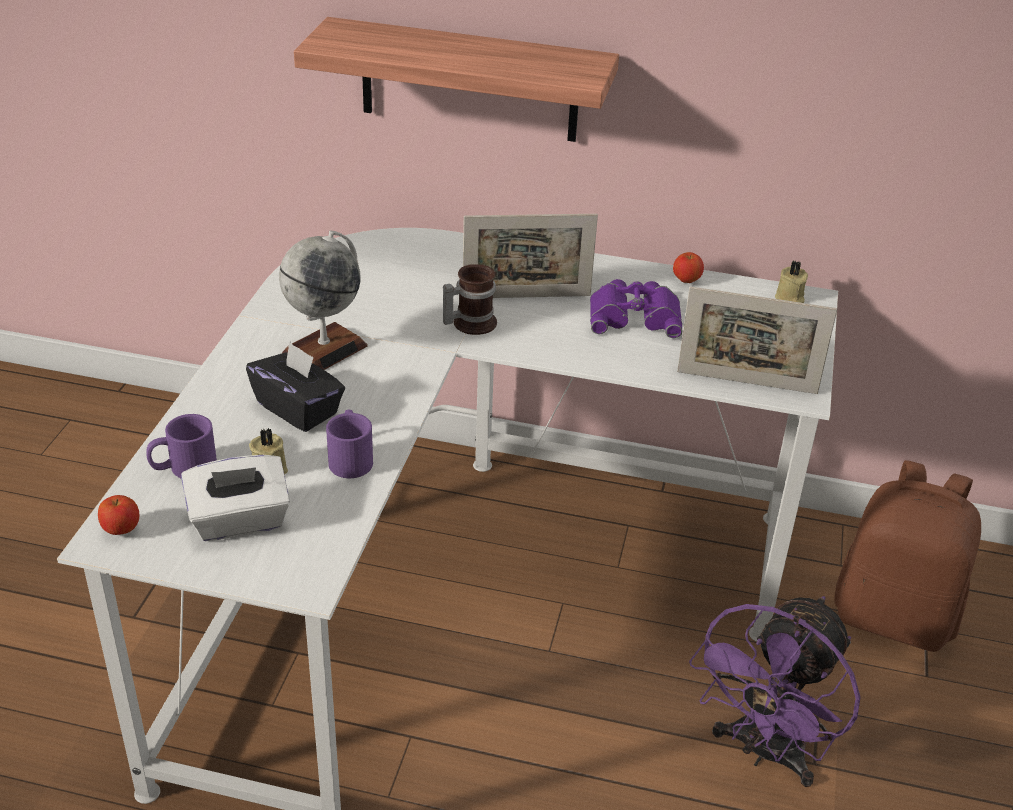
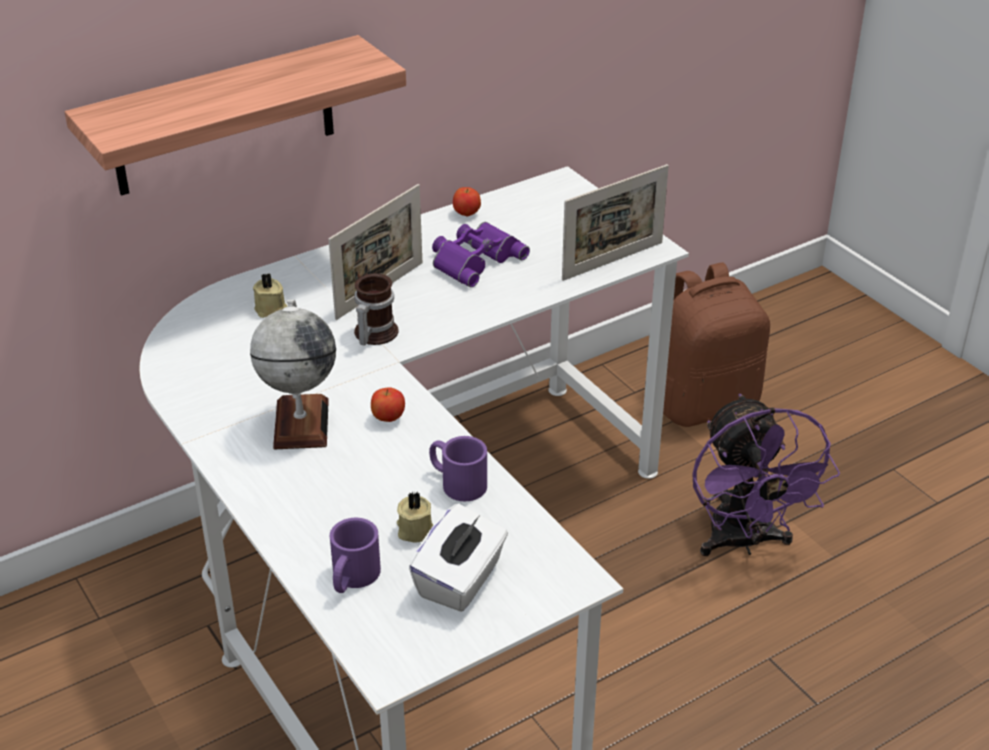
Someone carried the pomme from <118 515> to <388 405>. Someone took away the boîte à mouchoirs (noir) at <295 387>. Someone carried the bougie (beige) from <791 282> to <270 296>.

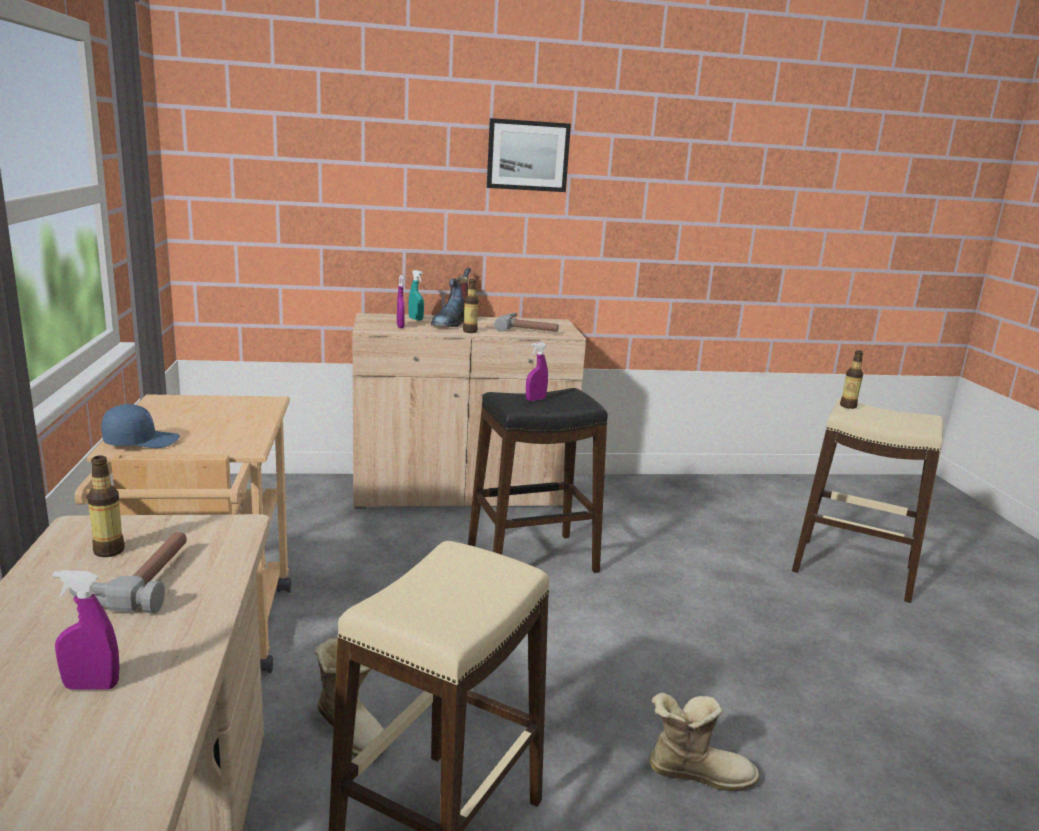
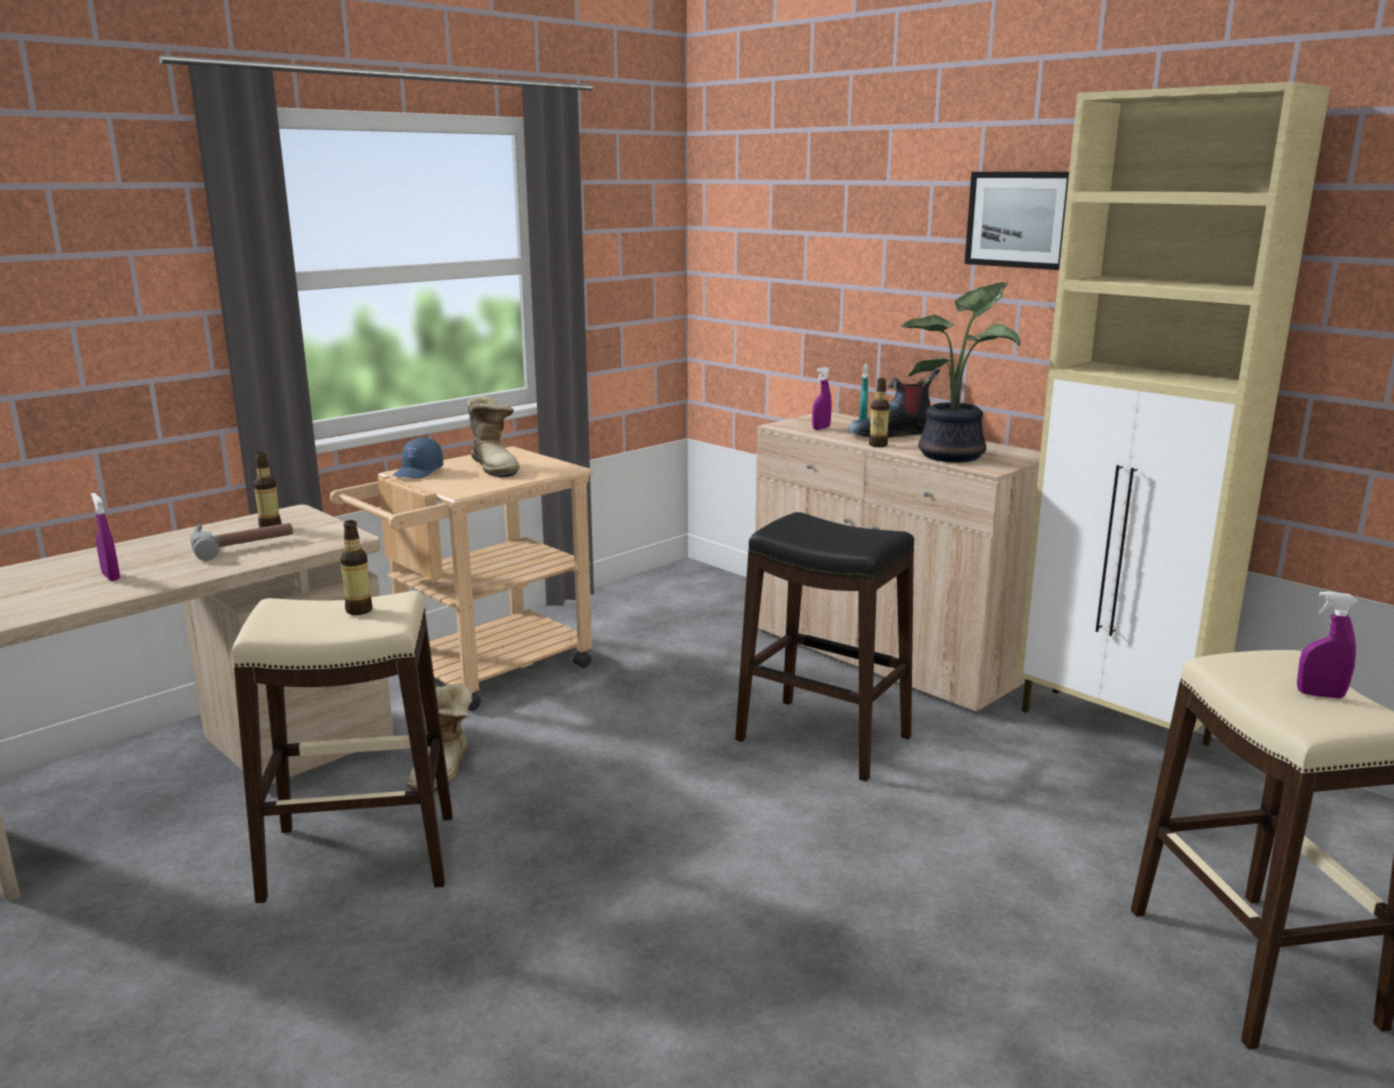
Someone rotated the casquette (bleu) at <140 426> by 75 degrees clockwise. Someone swapped the marteau at <526 322> for the plante en pot at <961 372>. Someone carried the vaporisateur (violet) from <537 371> to <1327 645>. Someone carried the botte from <704 742> to <493 436>. Someone carried the bouteille from <851 379> to <356 567>. Someone put down the meuble de rangement (beige) at <1173 414>.

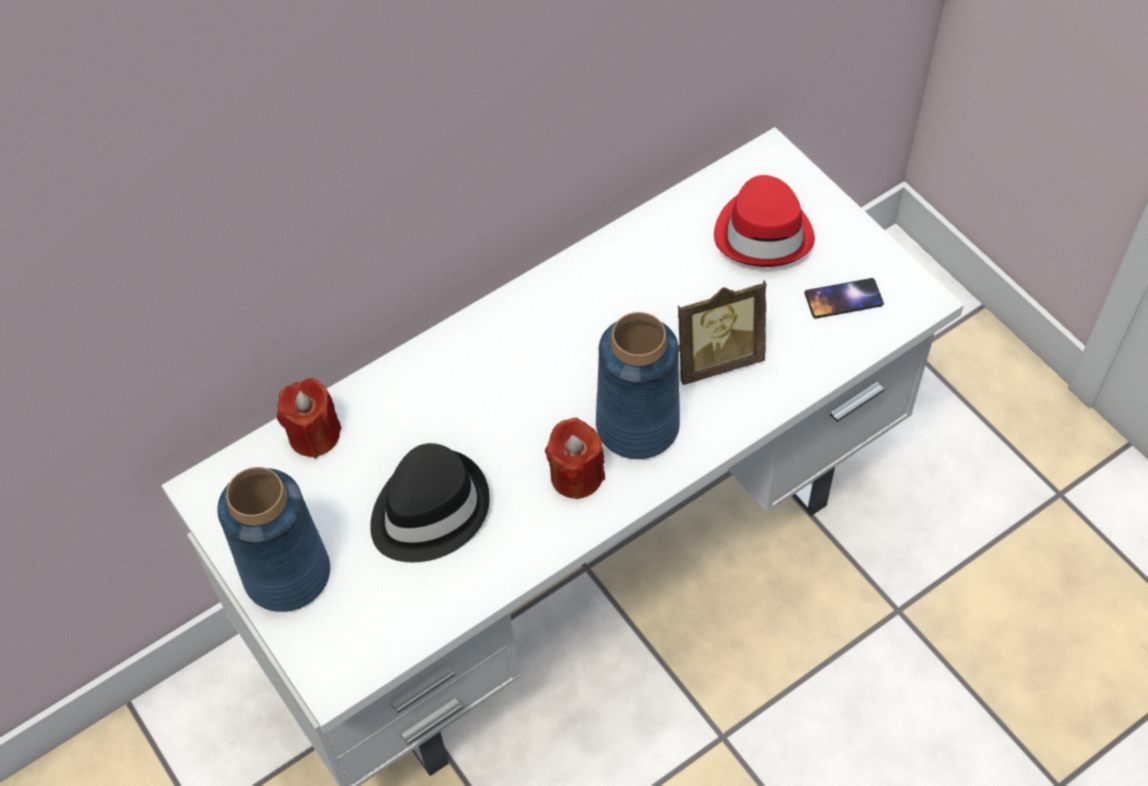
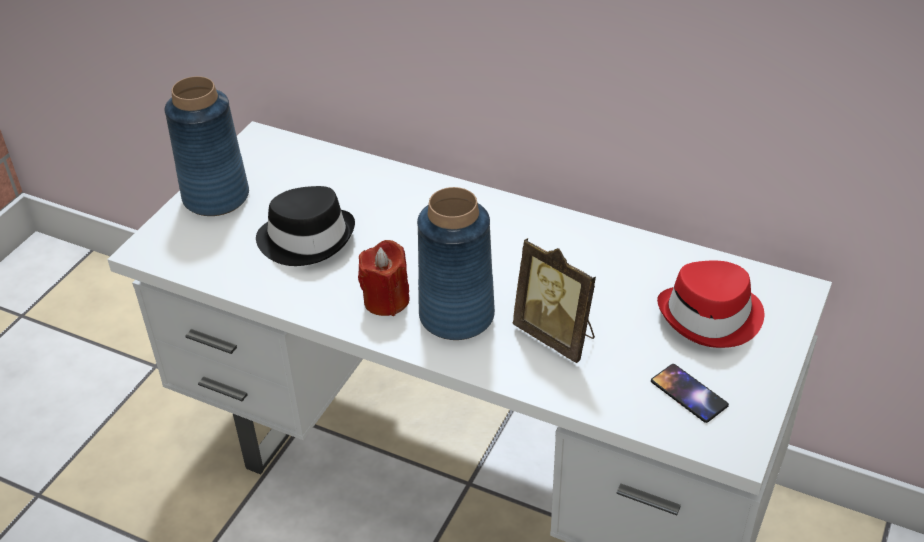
Someone took away the bougie (rouge) at <309 418>.

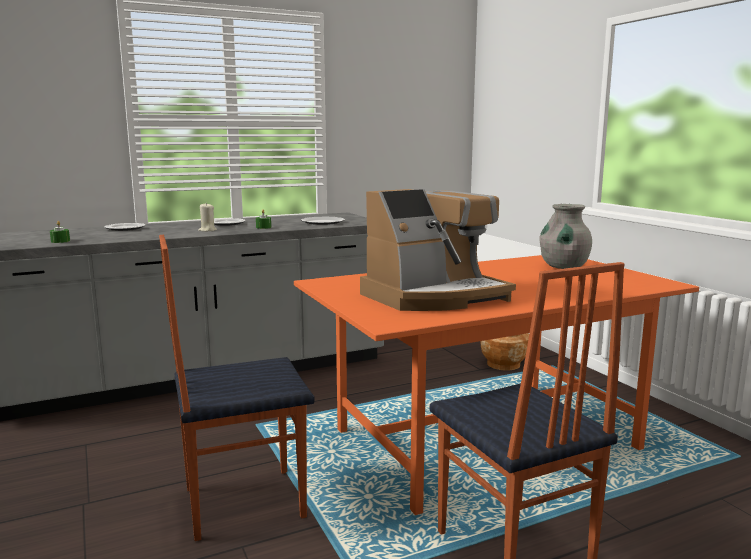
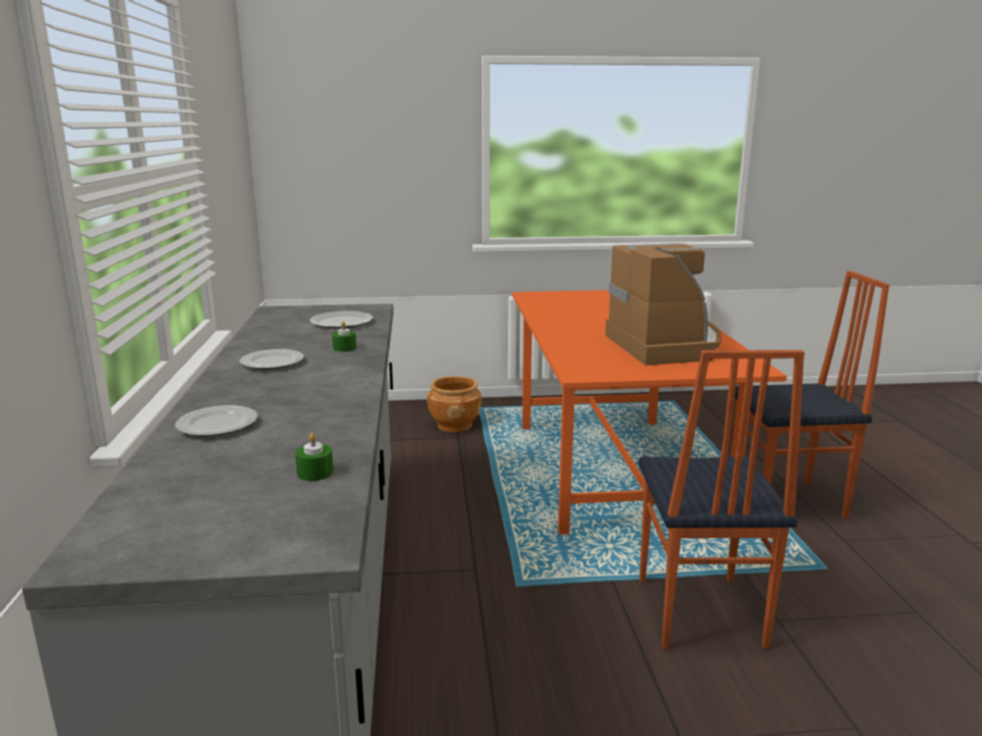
Someone took away the bougie (beige) at <207 217>. Someone took away the vase (gris) at <566 236>.

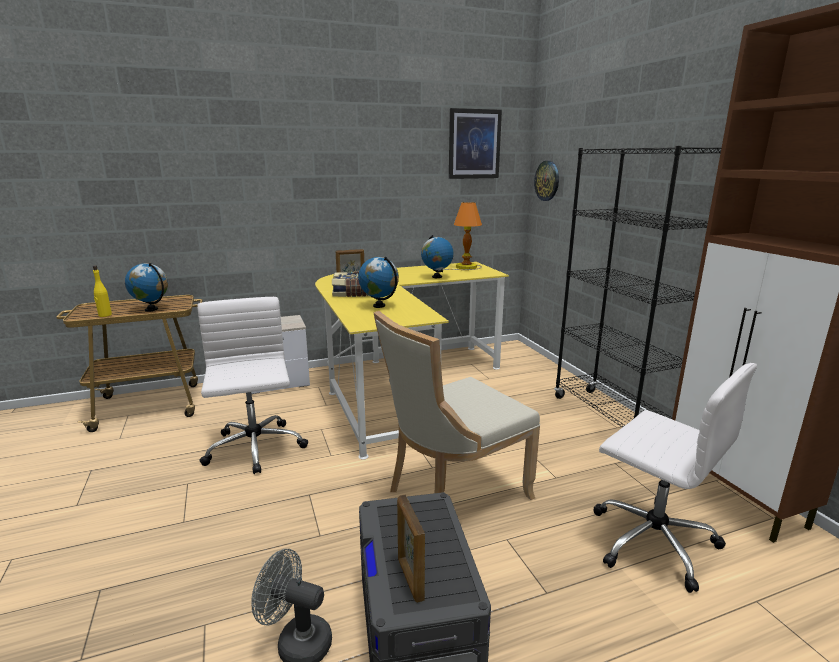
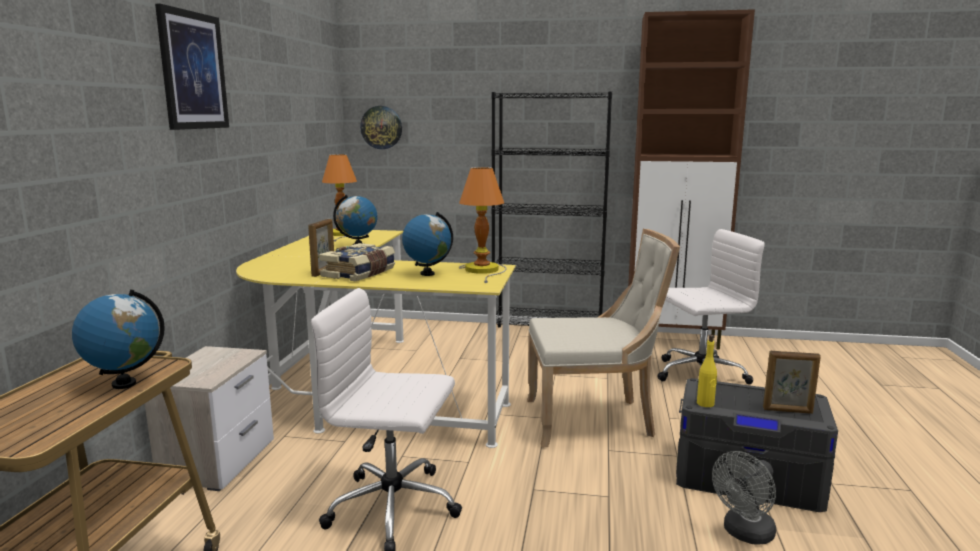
Someone carried the bouteille (jaune) from <102 291> to <707 371>. Someone rotated the chaise (beige) at <456 405> by 90 degrees counterclockwise. Someone carried the tableau from <475 143> to <192 67>. Someone put down the lampe de table at <483 225>.

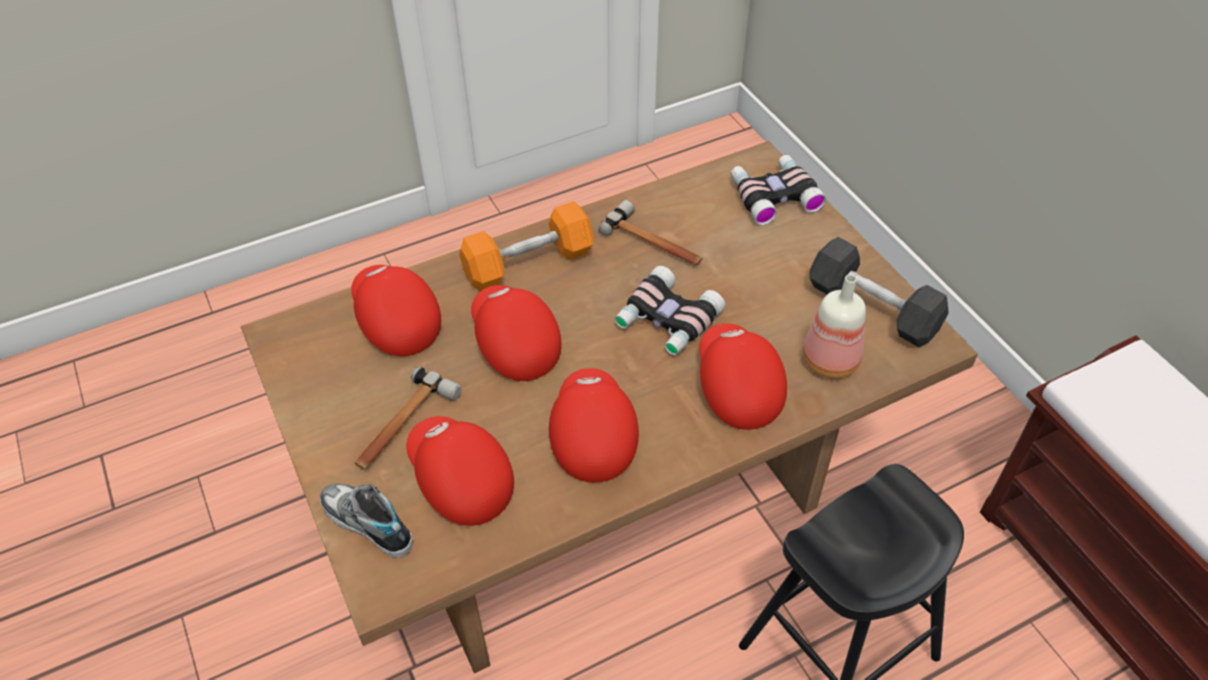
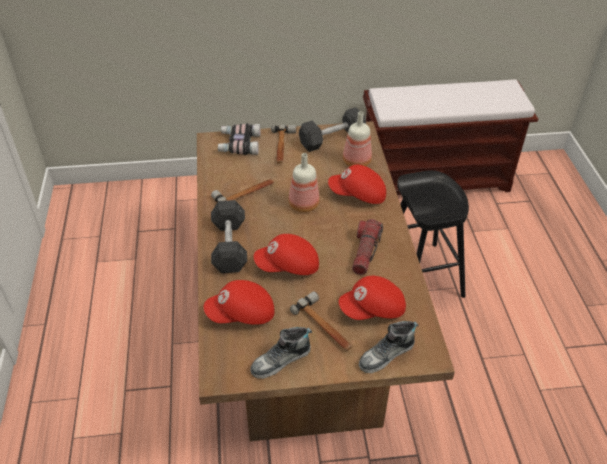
Someone repainted the haltère (orange) at <526 246>, which became the haltère (gris) at <229 236>. Someone swapped the casquette (rouge) at <594 425> for the lampe de poche at <367 247>. Someone swapped the jumelles at <670 310> for the bouteille at <304 182>. Someone put down the chaussure at <281 353>. Someone put down the marteau at <283 144>.

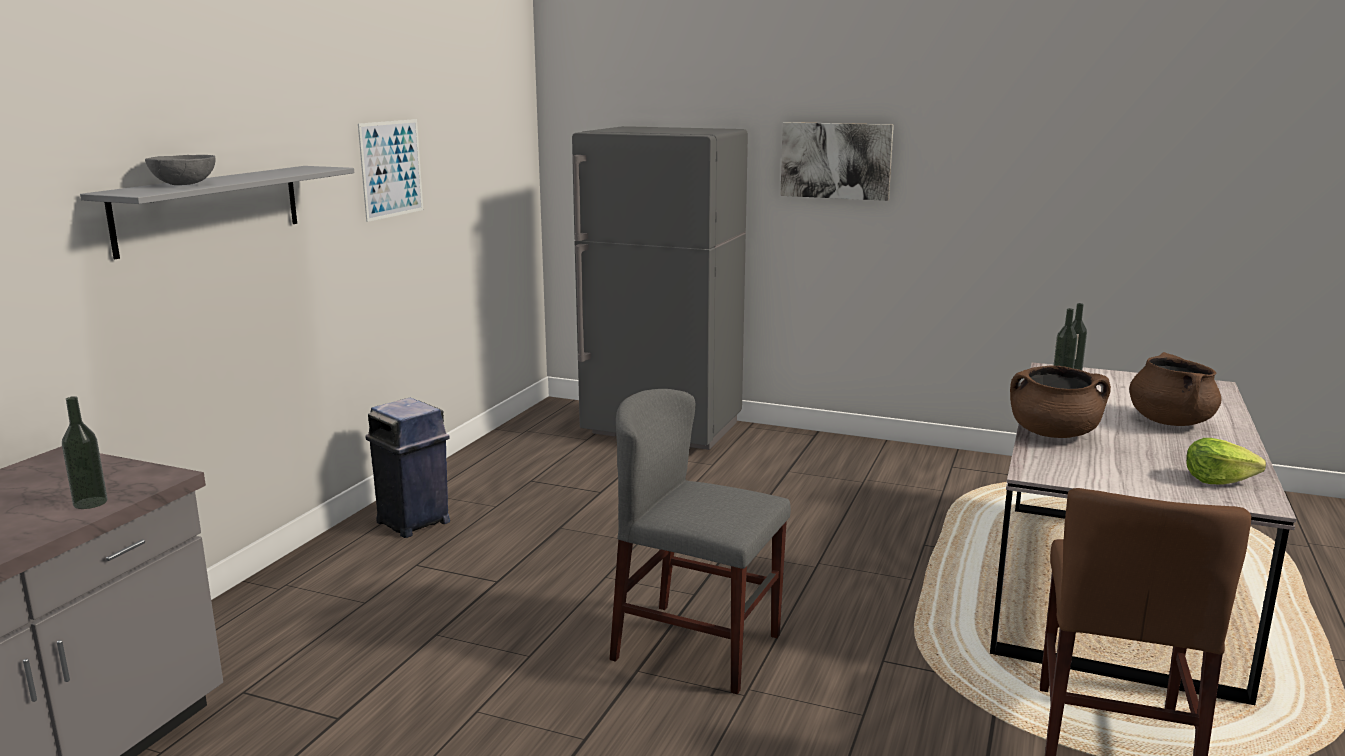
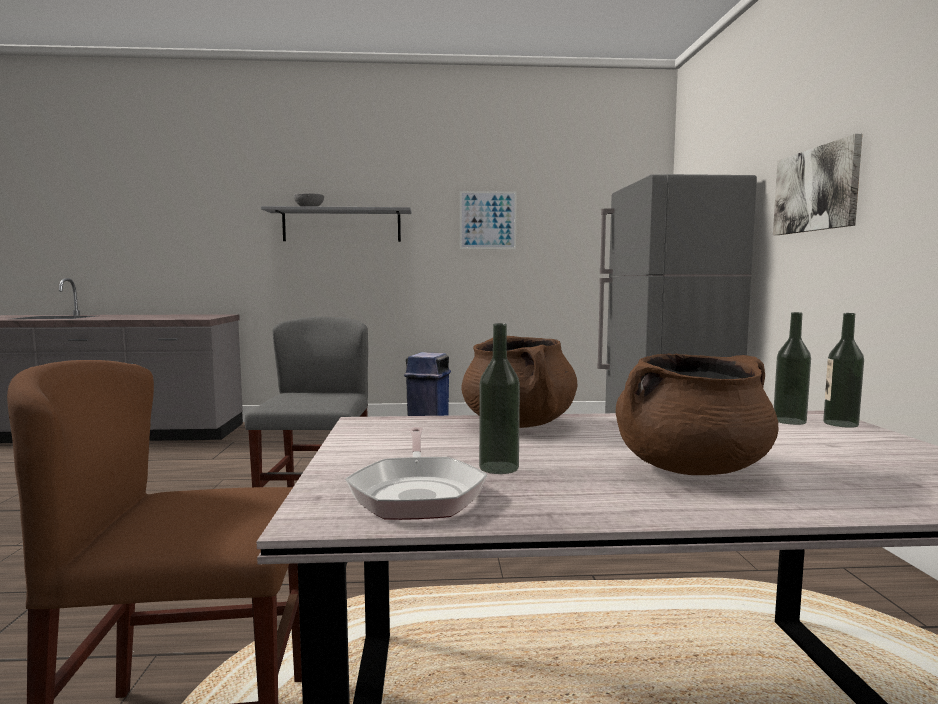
Someone carried the bouteille from <85 452> to <499 398>. Someone swapped the laitue at <1226 461> for the poêle at <416 473>.

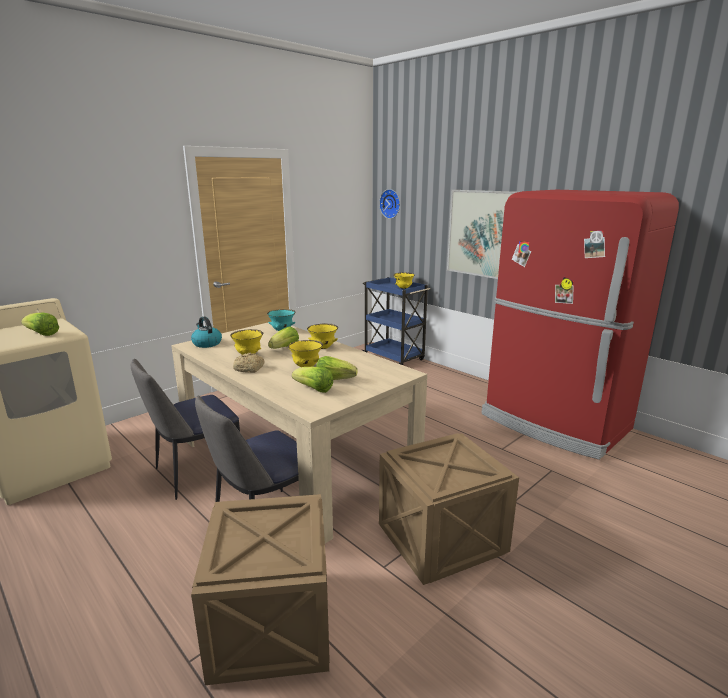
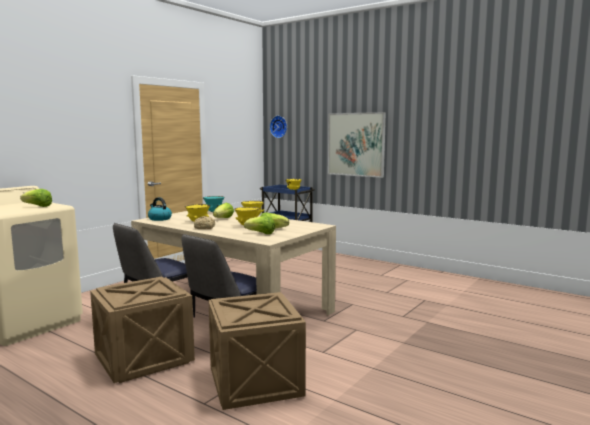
Someone carried the caisse from <449 509> to <142 330>. Someone took away the réfrigérateur (rouge) at <580 325>.

